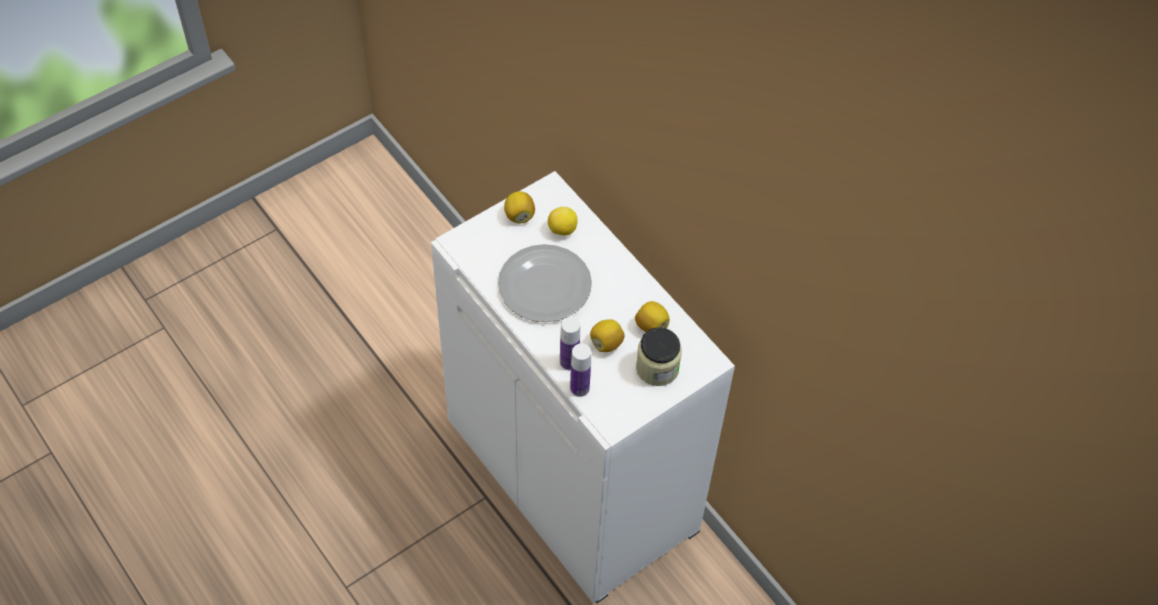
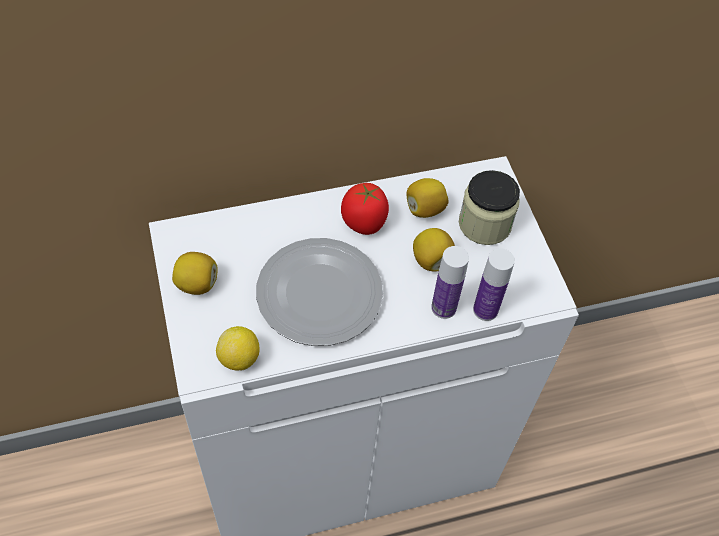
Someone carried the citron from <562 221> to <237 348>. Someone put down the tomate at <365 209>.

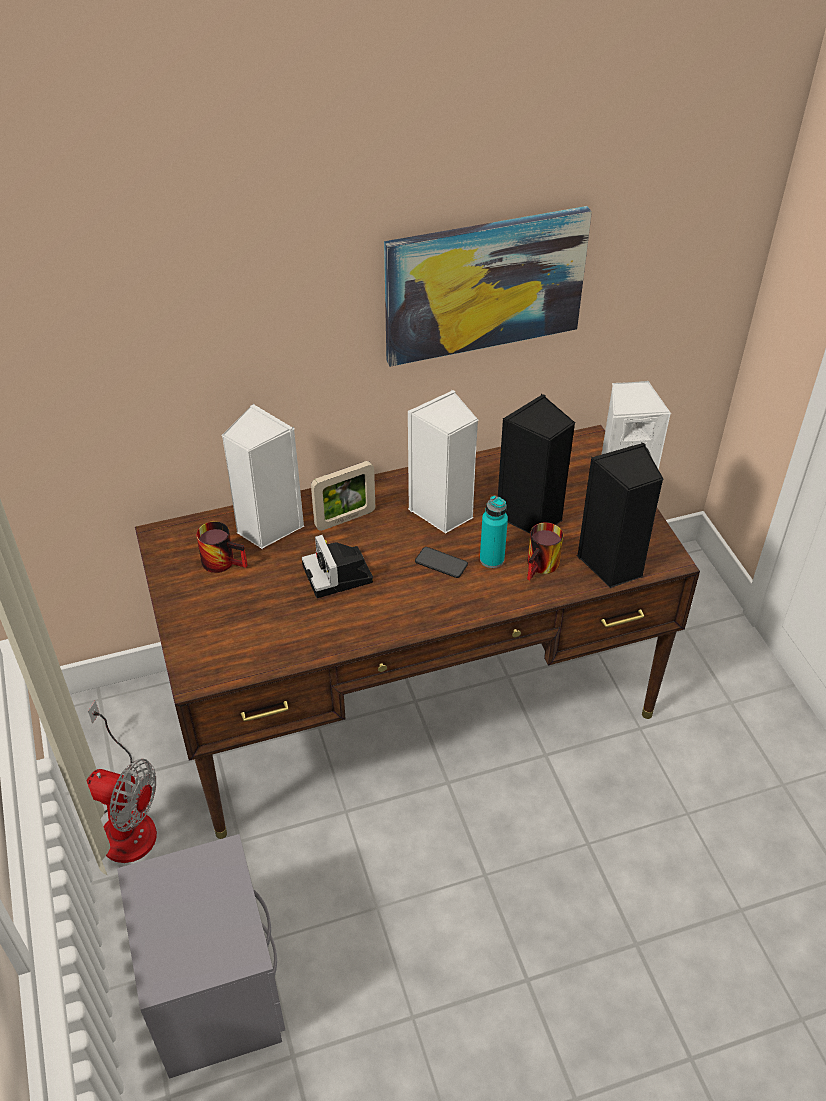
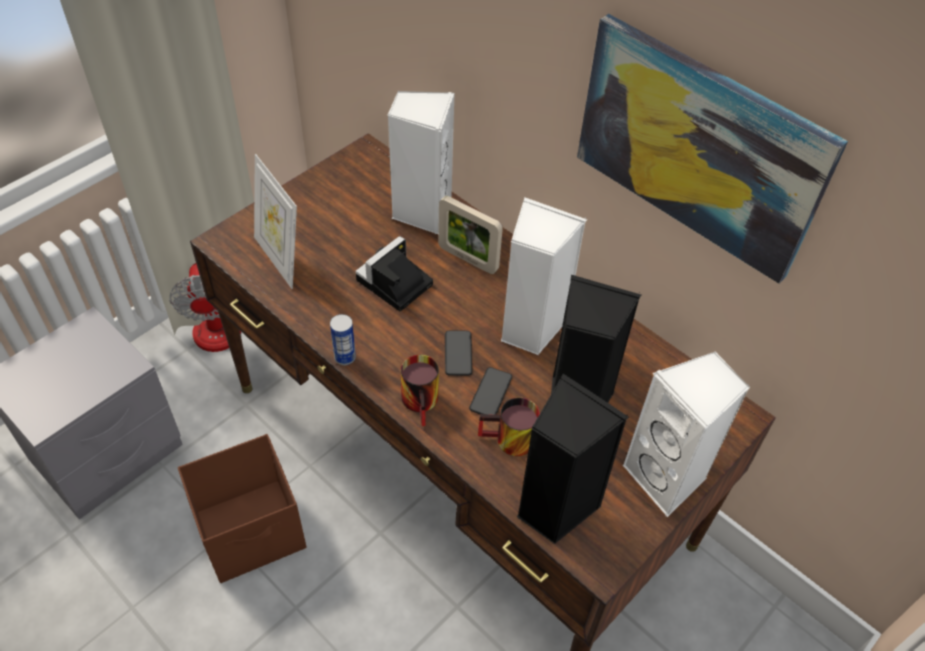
Someone carried the mug from <222 547> to <419 390>. Someone swapped the bouteille (turquoise) at <494 531> for the téléphone at <490 391>. Someone put down the boîte de rangement (marron) at <242 508>. Someone put down the cadre photo at <275 221>. Someone put down the boîte métallique at <343 339>.

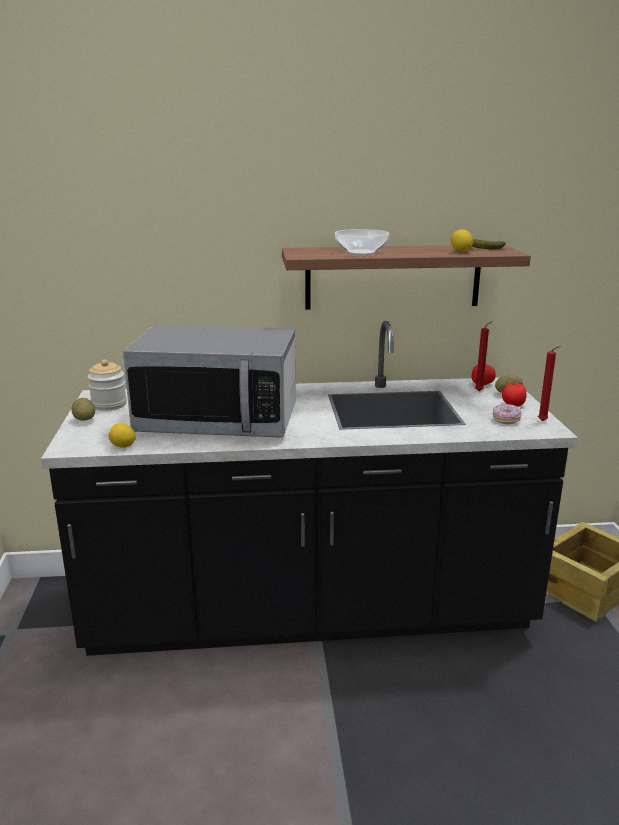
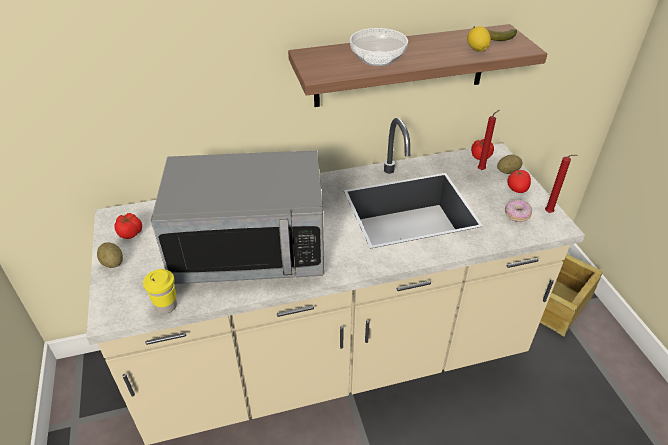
Someone repainted the comptoir de cuisine (noir) at <309 488>, which became the comptoir de cuisine (beige) at <335 281>. Someone swapped the bocal at <107 385> for the tomate at <128 226>. Someone swapped the citron at <122 435> for the tasse (jaune) at <160 291>.

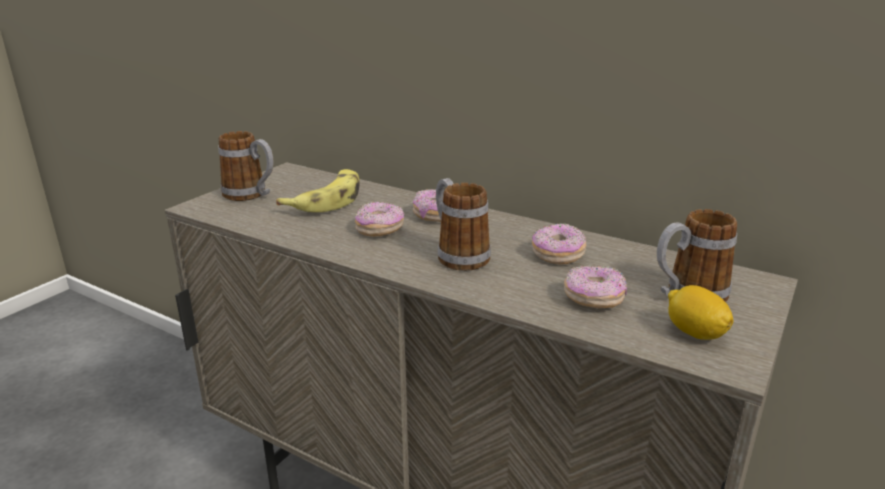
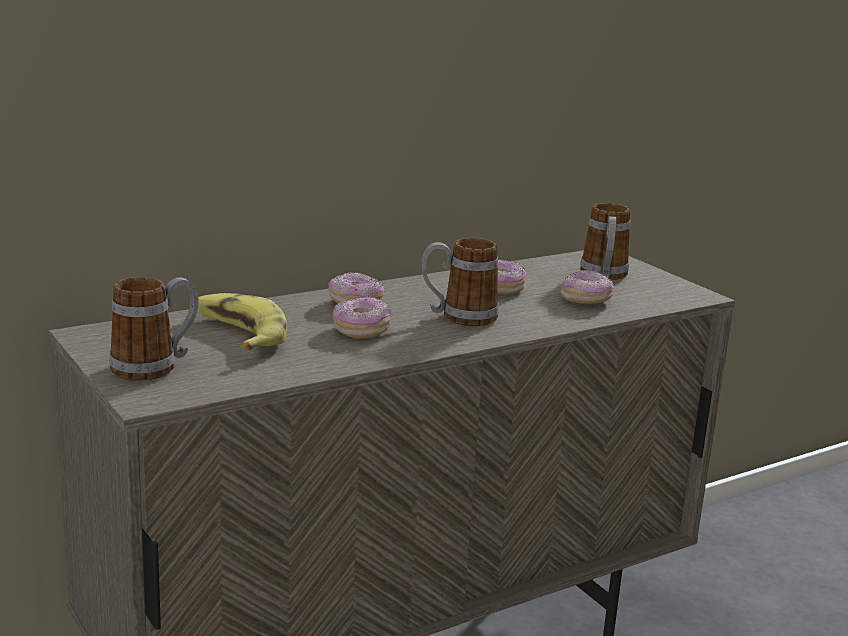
Someone took away the citron at <700 312>.

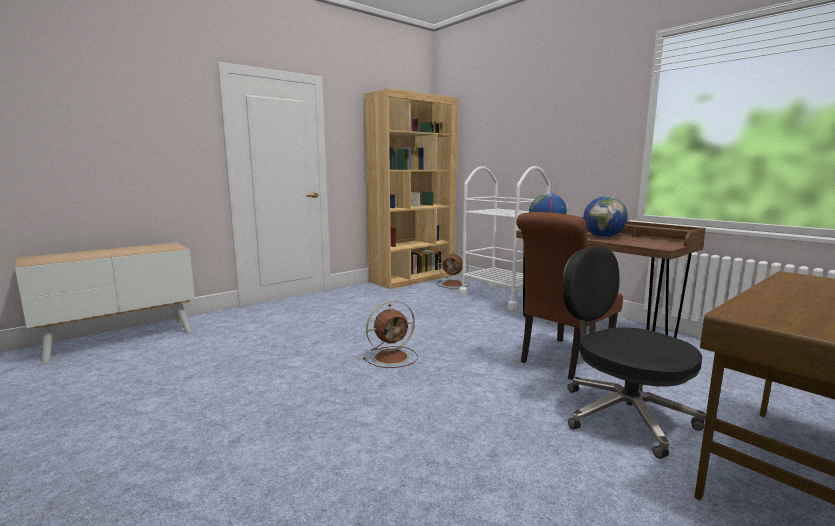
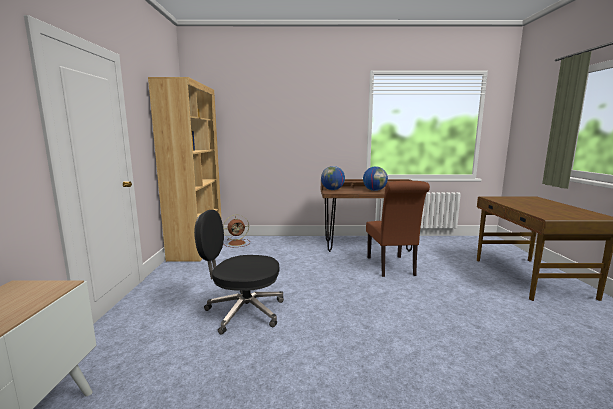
Someone took away the ventilateur (marron) at <390 334>. Someone took away the chariot (blanc) at <504 238>. Someone carried the chaise de bureau (noir) from <634 353> to <239 272>.

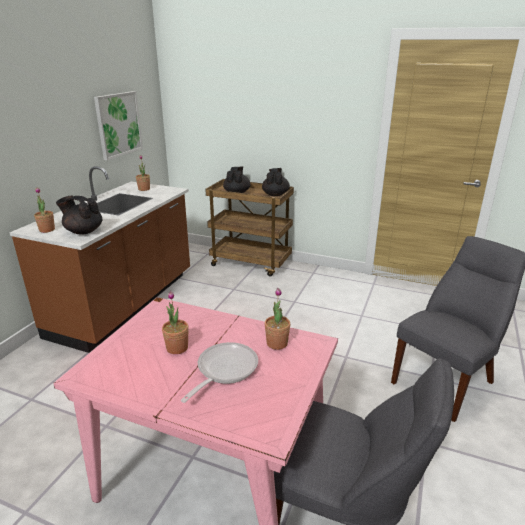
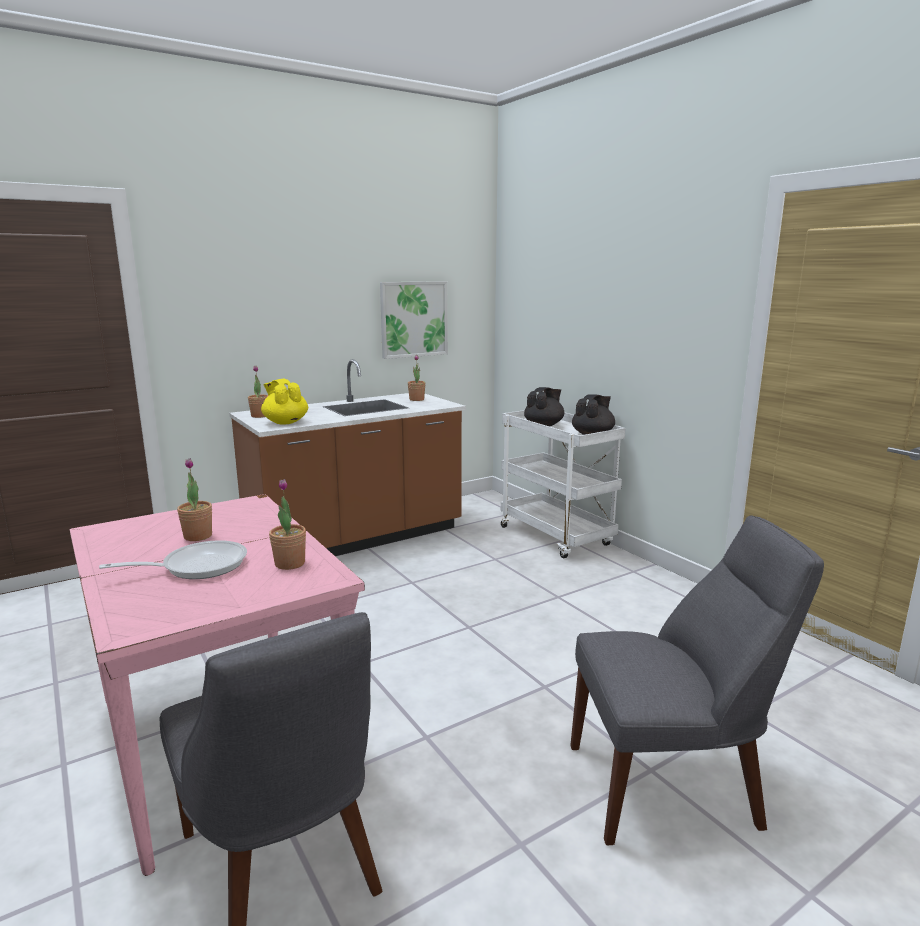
Someone repainted the théière (noir) at <79 215>, which became the théière (jaune) at <284 402>. Someone repainted the chariot (marron) at <249 228>, which became the chariot (blanc) at <563 484>.

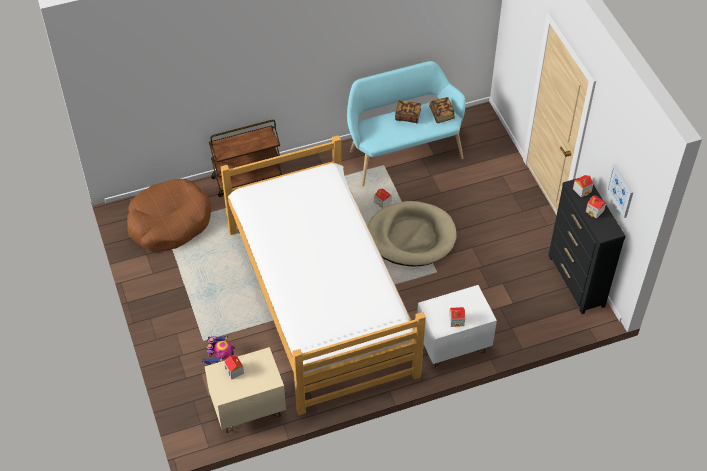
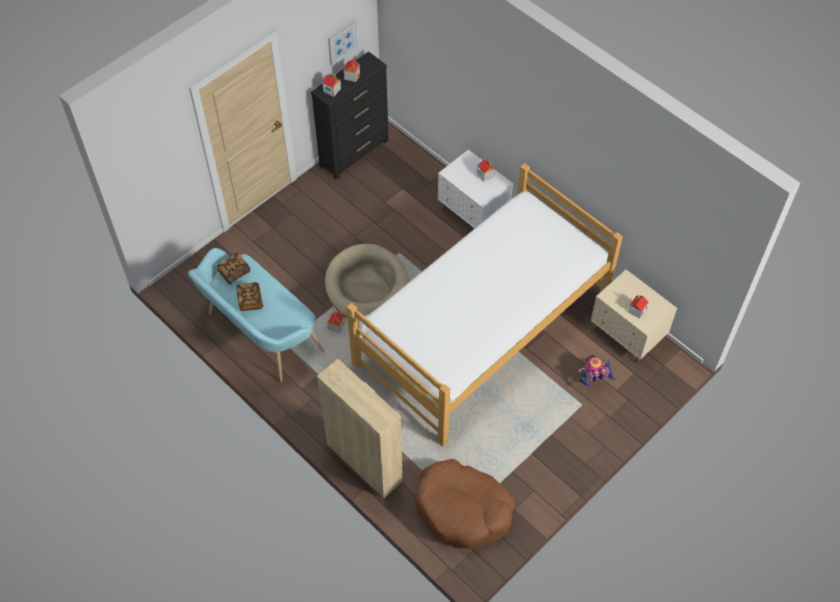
Someone swapped the chariot (marron) at <245 158> for the meuble de rangement (beige) at <360 428>.

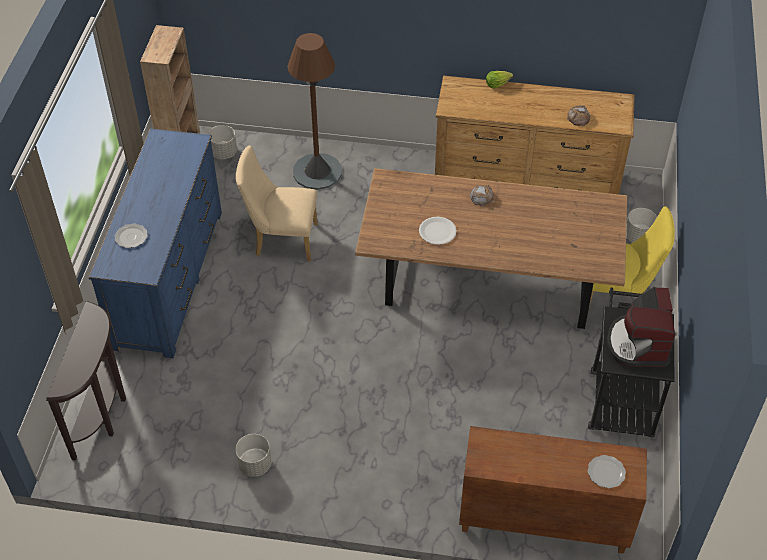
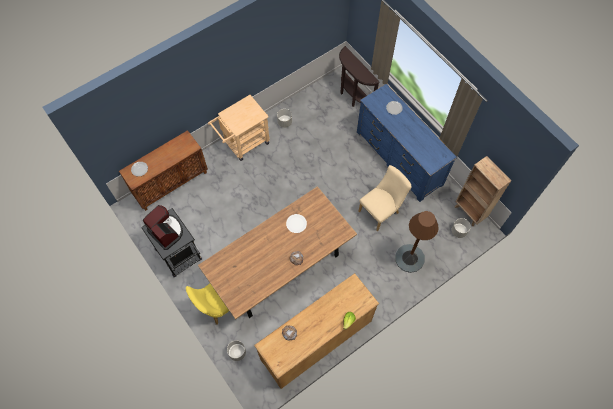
Someone put down the chariot (beige) at <239 128>.

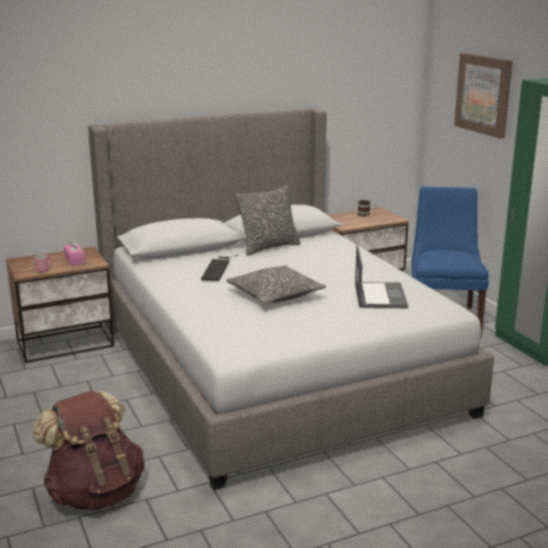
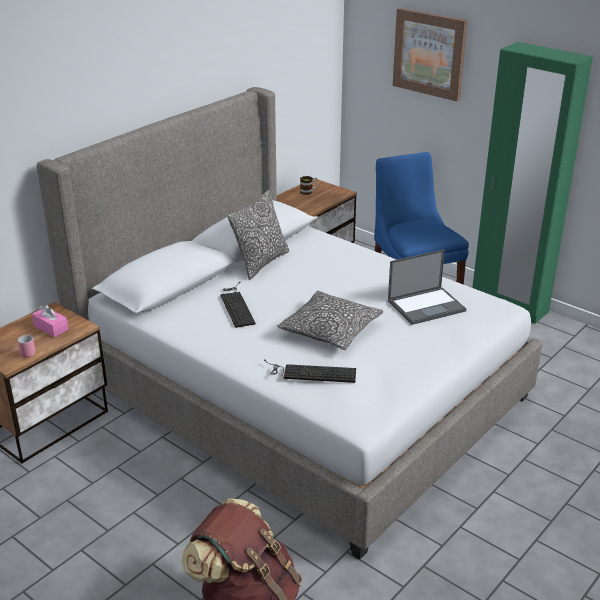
Someone rotated the ordinateur portable at <381 276> by 90 degrees clockwise. Someone put down the clavier at <310 371>.

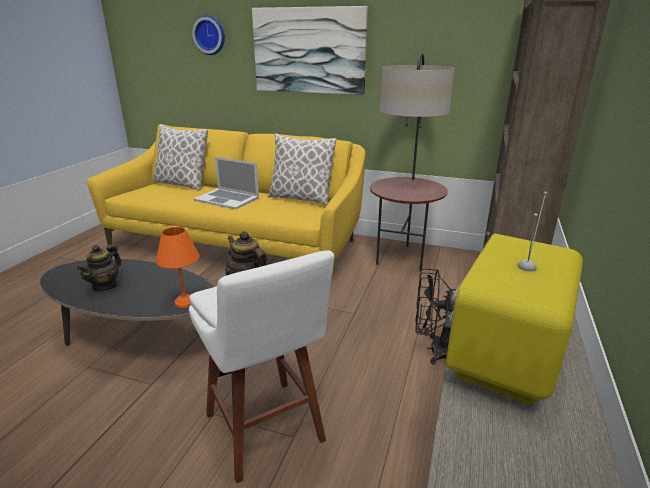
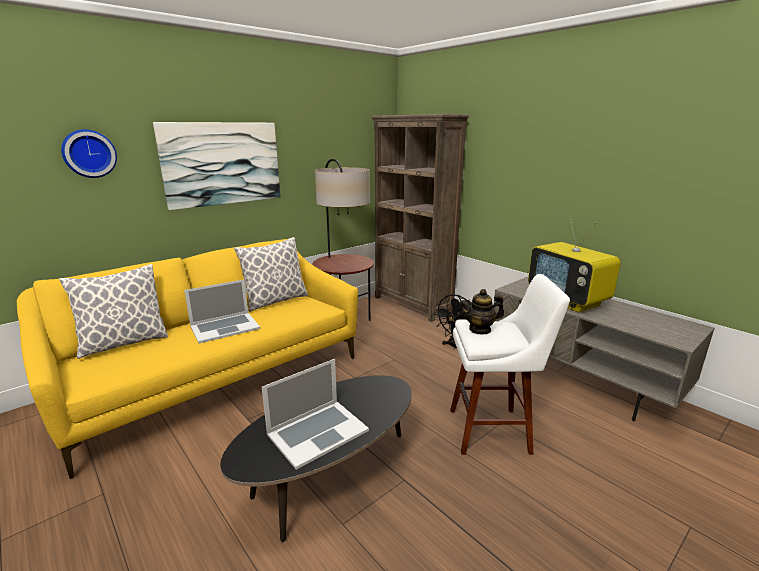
Someone swapped the théière at <99 268> for the ordinateur portable at <315 414>. Someone took away the lampe de table (orange) at <178 267>.

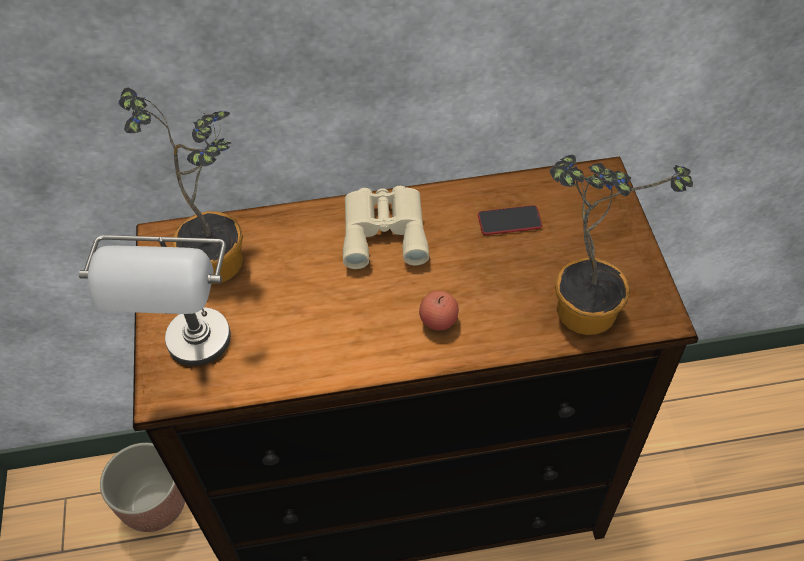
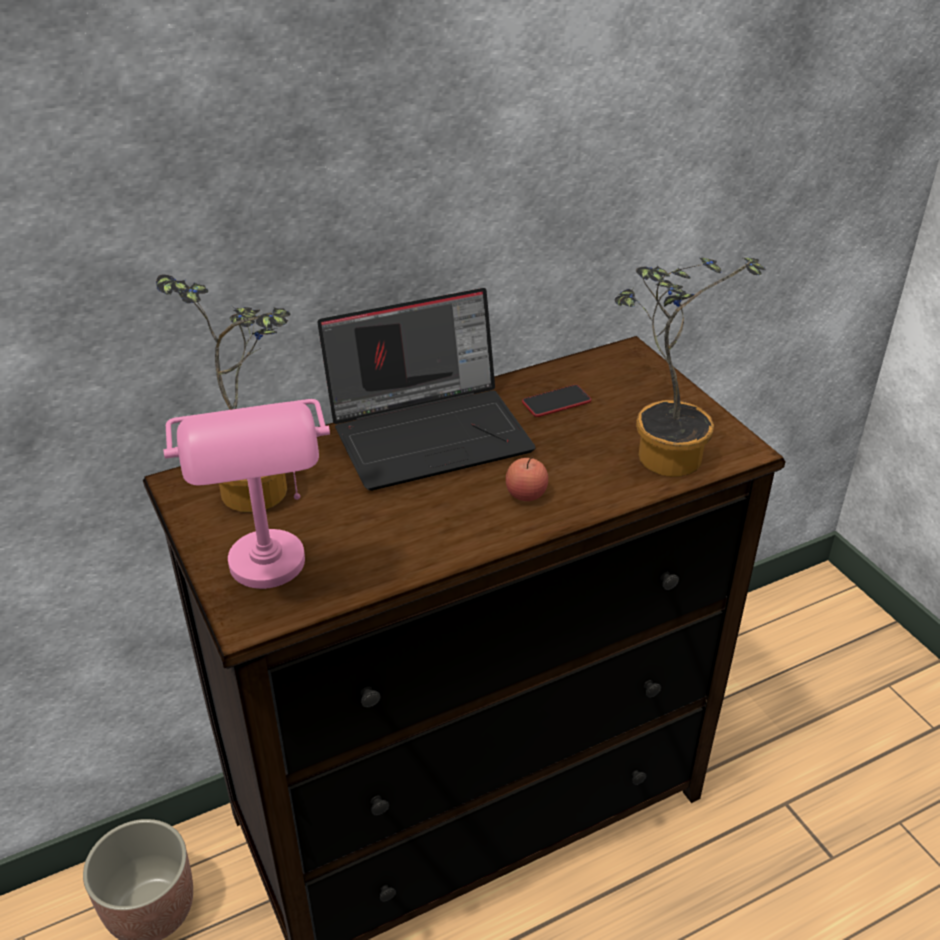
Someone repainted the lampe de table (gris) at <155 300>, which became the lampe de table (rose) at <246 494>. Someone swapped the jumelles (beige) at <386 227> for the ordinateur portable at <426 389>.

